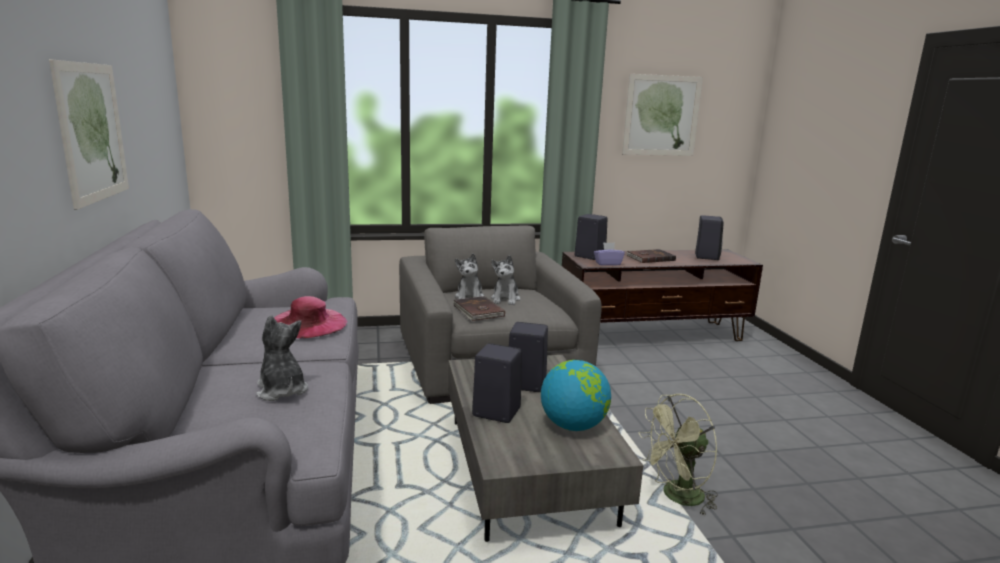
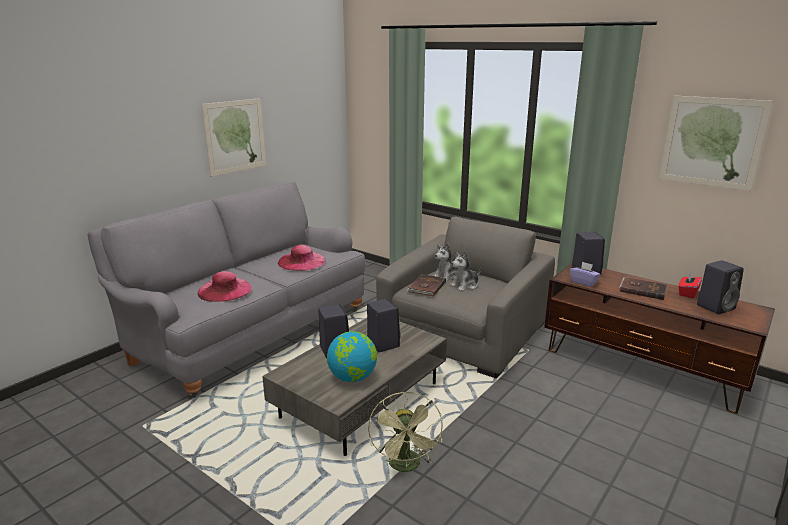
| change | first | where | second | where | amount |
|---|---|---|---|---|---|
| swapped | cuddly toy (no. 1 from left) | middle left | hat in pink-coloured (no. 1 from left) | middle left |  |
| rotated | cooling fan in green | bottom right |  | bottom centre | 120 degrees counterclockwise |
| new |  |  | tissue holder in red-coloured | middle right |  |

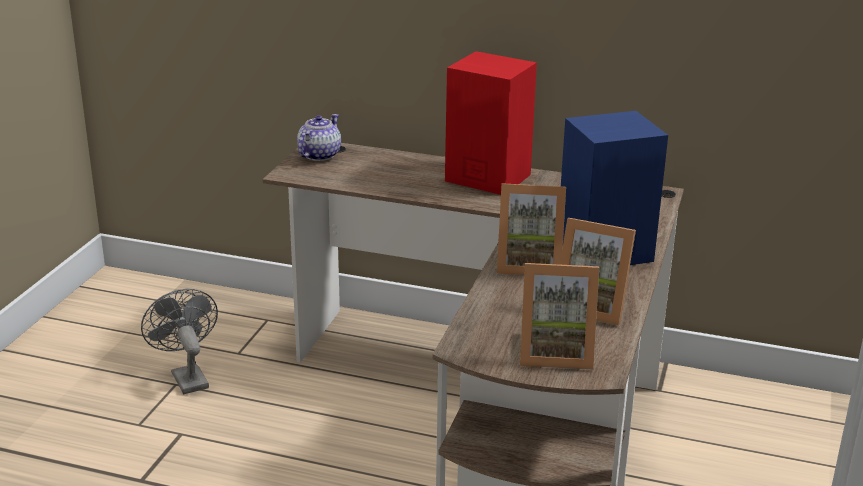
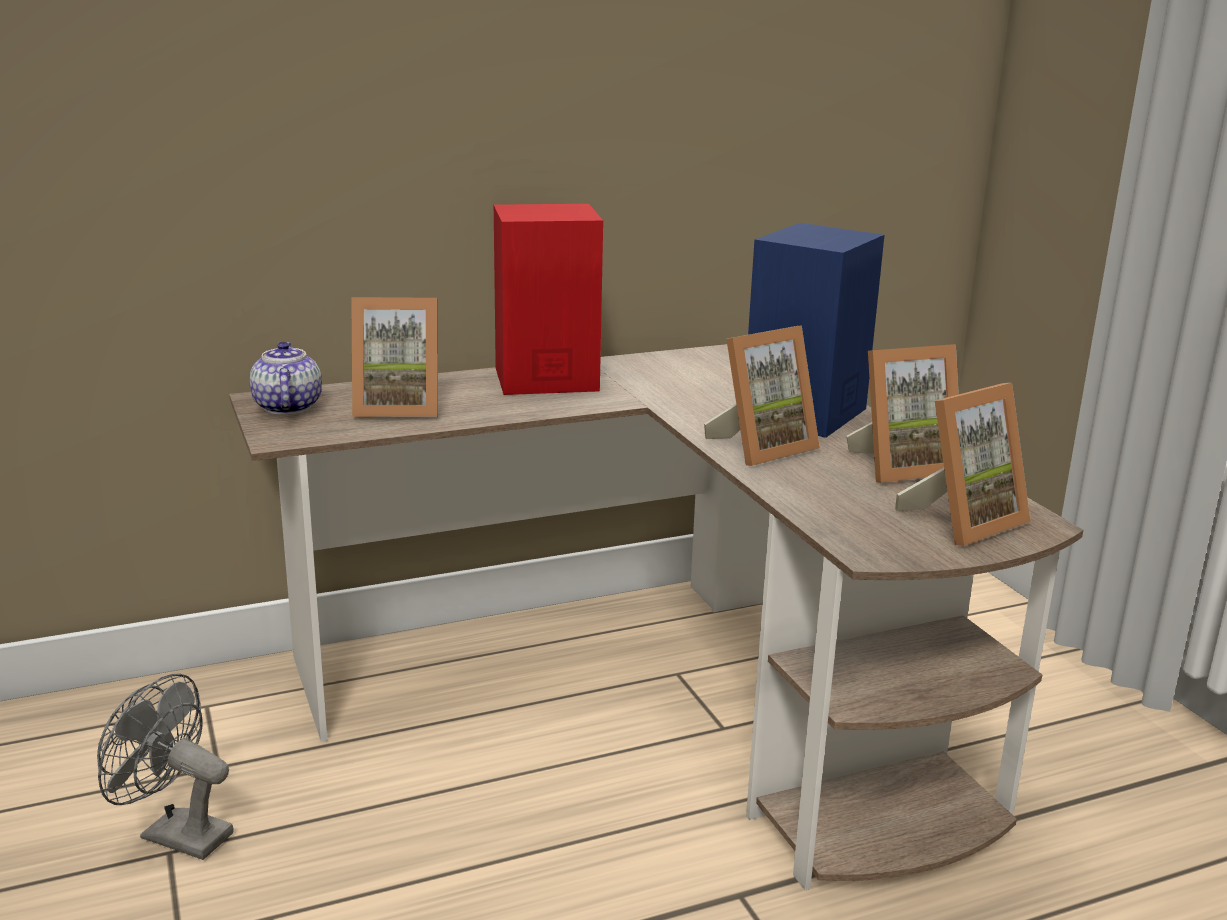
| change | first | where | second | where | amount |
|---|---|---|---|---|---|
| new |  |  | picture frame (no. 1 from left) | middle left |  |

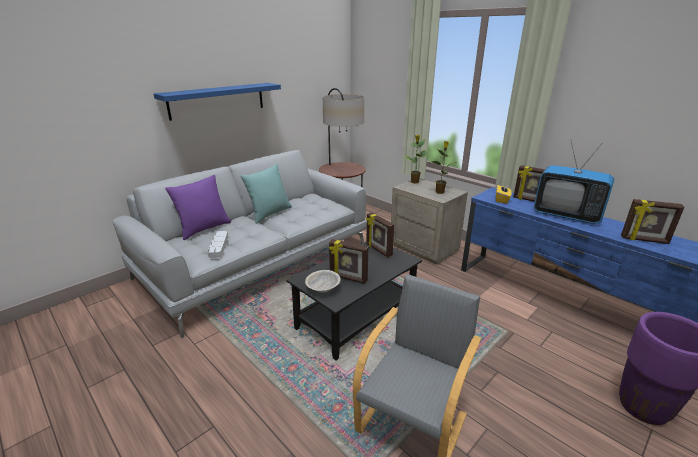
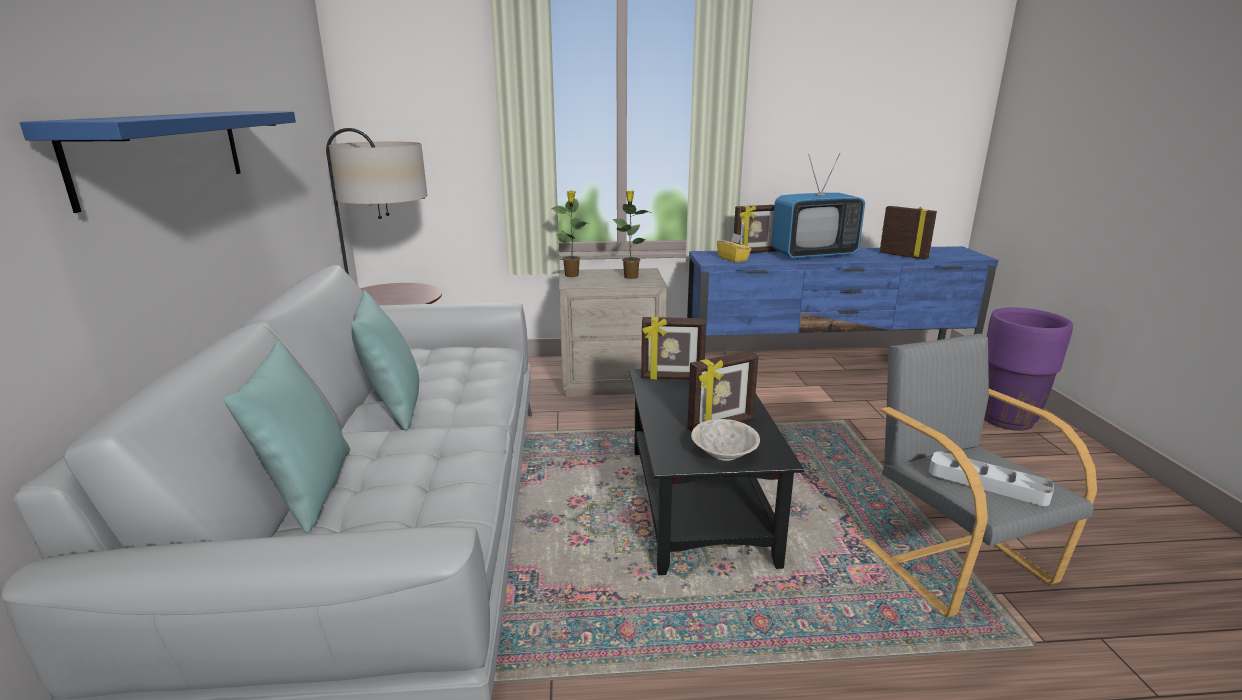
| change | first | where | second | where | amount |
|---|---|---|---|---|---|
| repainted | pillow in purple | middle left | pillow in blue-green (no. 1 from left) | middle left |  |
| rotated | picture frame (no. 4 from left) | middle right |  | top right | 105 degrees counterclockwise |
| shifted | carrying tray in grey | middle left |  | bottom right |  |

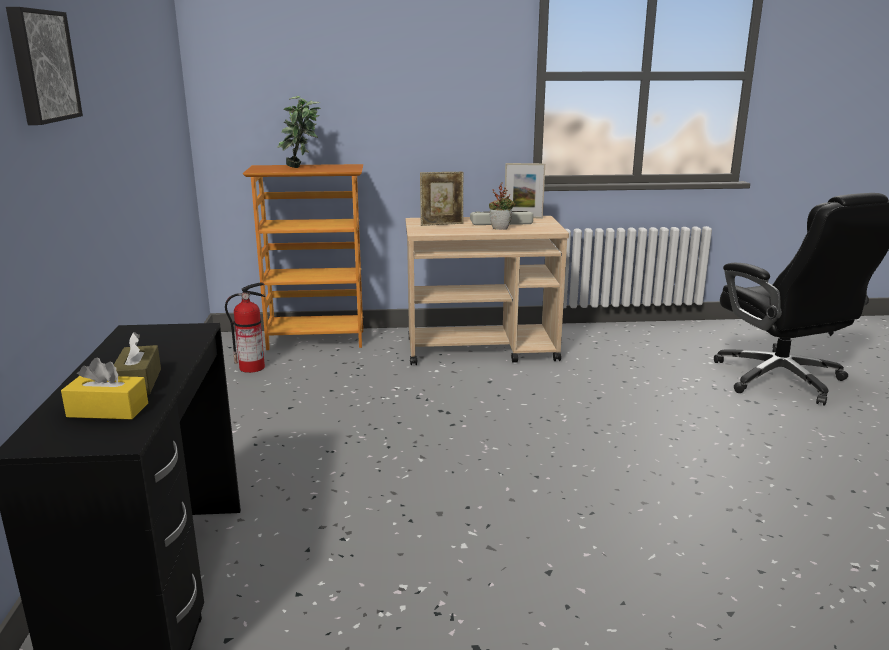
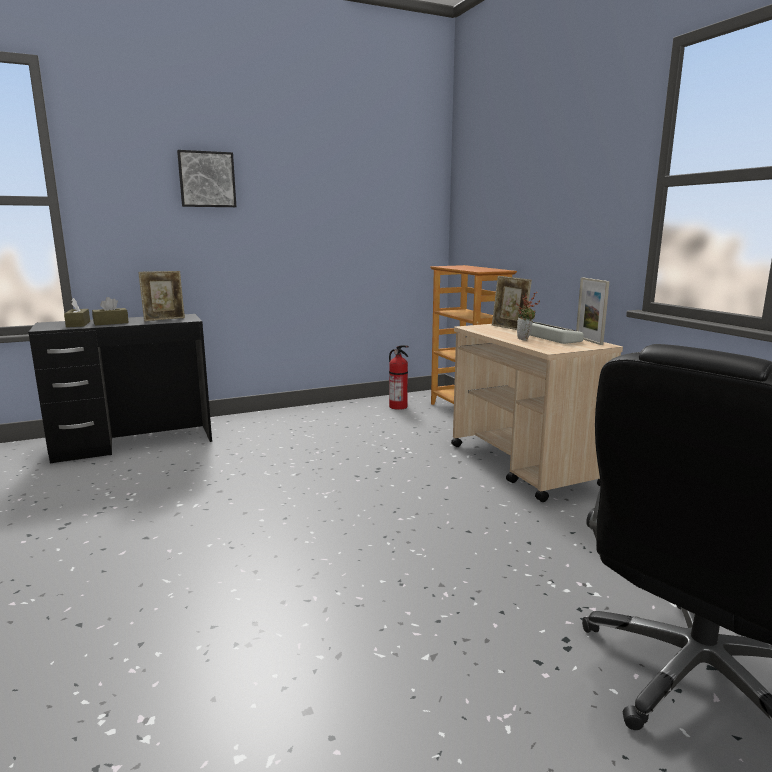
| change | first | where | second | where | amount |
|---|---|---|---|---|---|
| repainted | tissue holder in yellowish | middle left | tissue holder in brown (no. 1 from left) | middle left |  |
| new |  |  | picture frame (no. 1 from left) | middle left |  |
| gone | houseplant (no. 1 from left) | top centre |  |  |  |

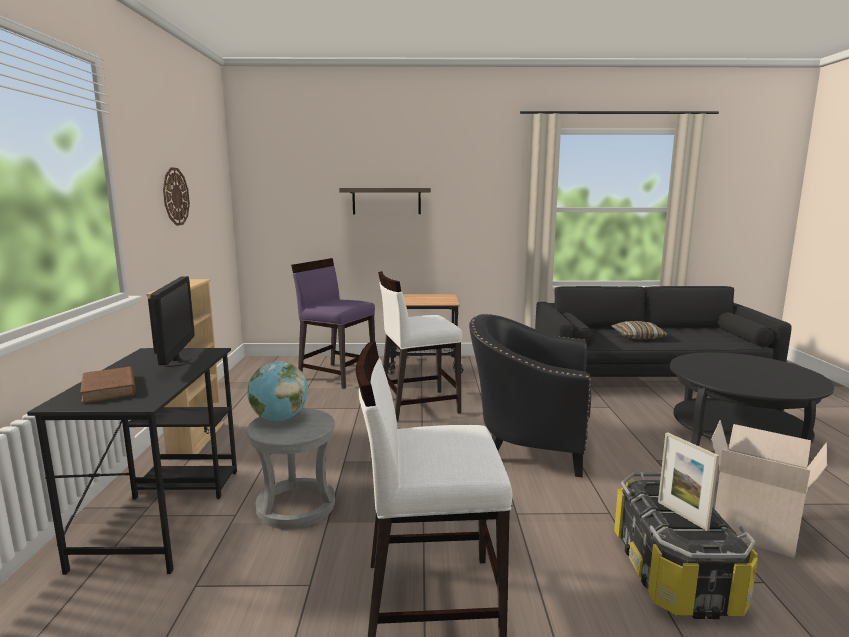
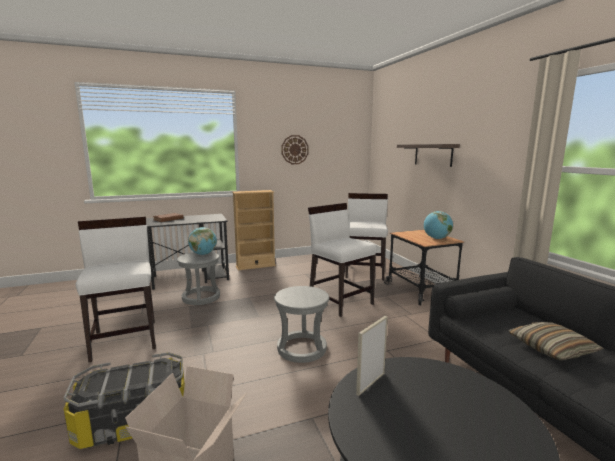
| change | first | where | second | where | amount |
|---|---|---|---|---|---|
| swapped | easy chair in black-coloured | centre | stool seat in grey (no. 2 from left) | bottom centre |  |
| repainted | chair in purple | centre | chair in white (no. 3 from left) | centre |  |
| shifted | picture frame | bottom right |  | bottom centre |  |
| new |  |  | desk globe (no. 2 from left) | middle right |  |
| gone | monitor | middle left |  |  |  |

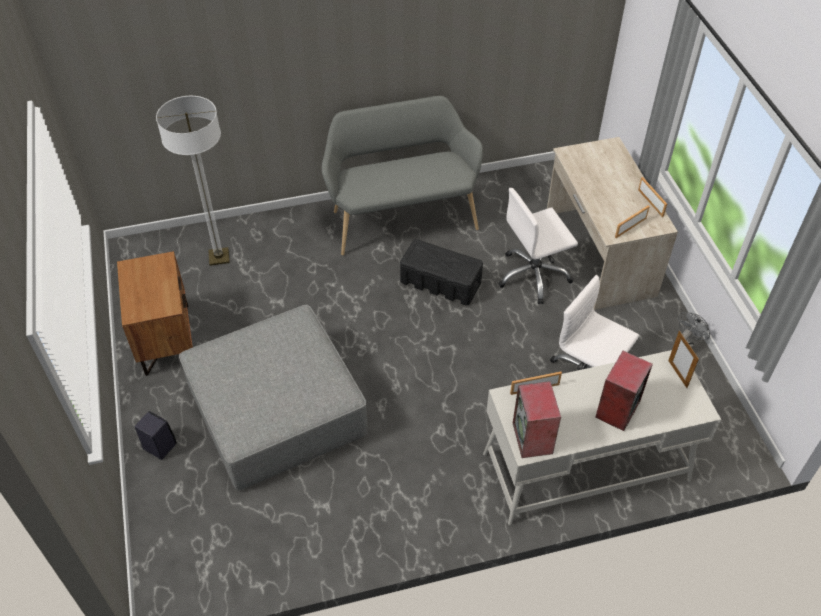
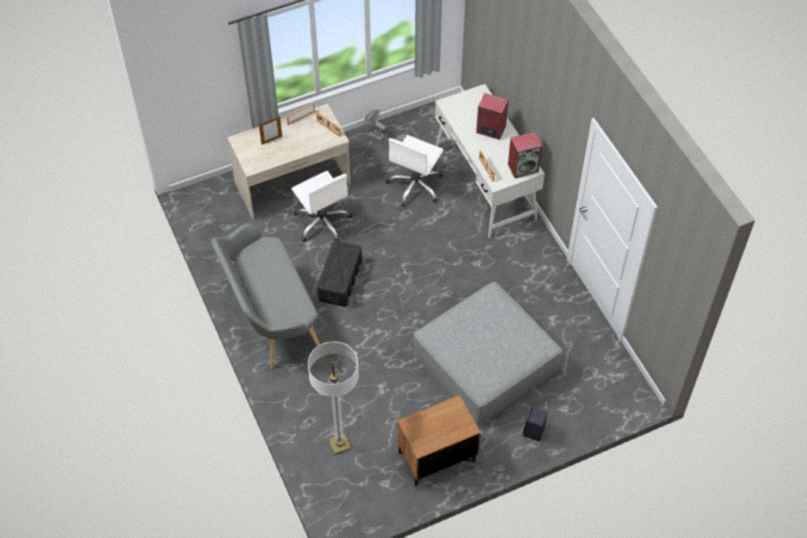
| change | first | where | second | where | amount |
|---|---|---|---|---|---|
| shifted | picture frame (no. 4 from left in the first image) | middle right | picture frame (no. 1 from left) | top centre |  |

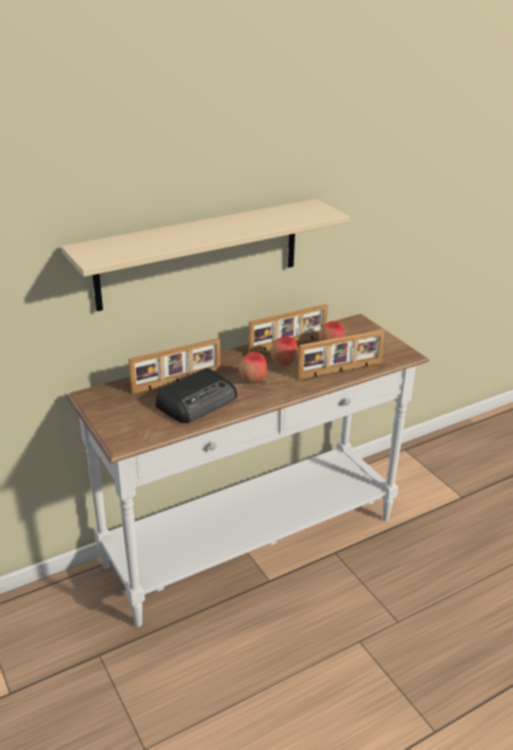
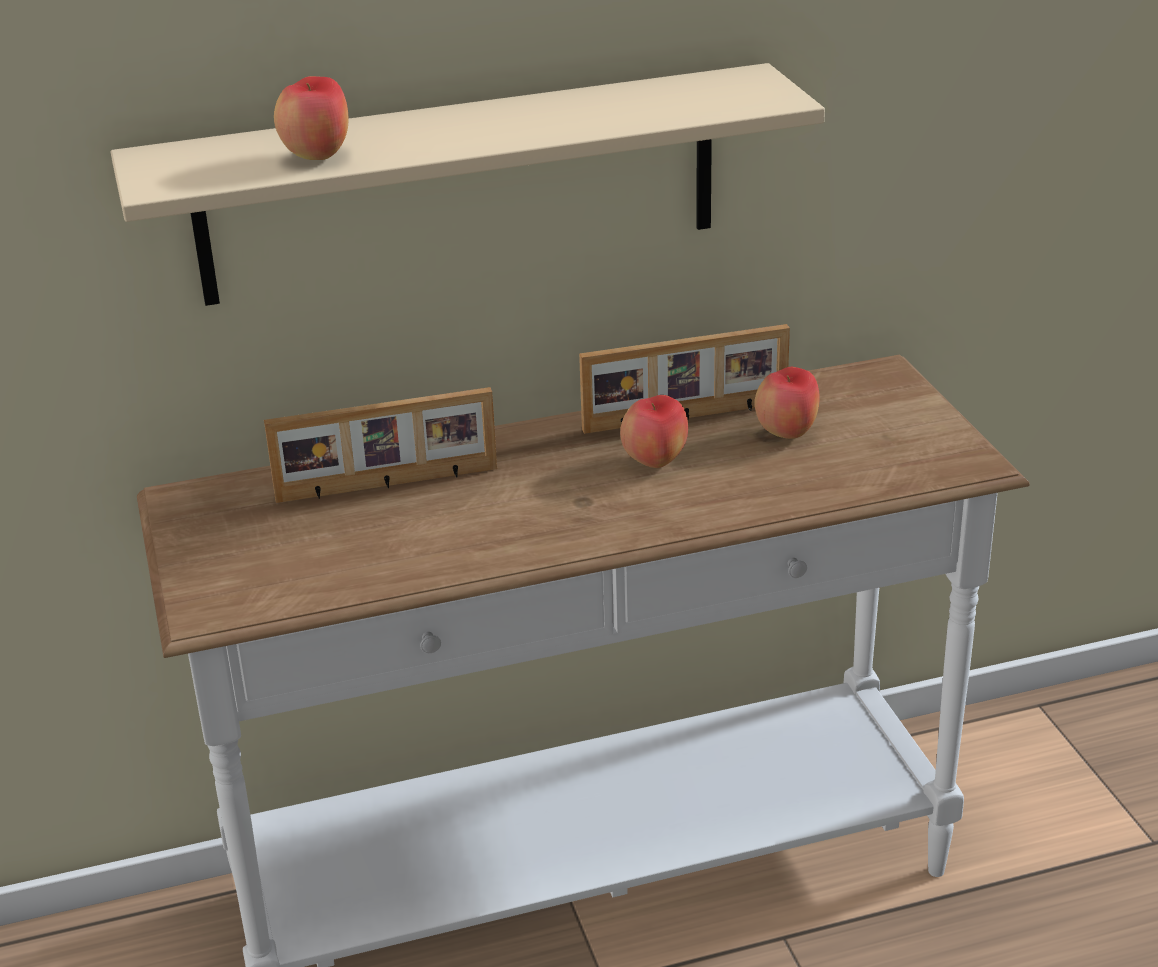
| change | first | where | second | where | amount |
|---|---|---|---|---|---|
| shifted | whole apple (no. 1 from left) | centre |  | top left |  |
| gone | radio set | centre |  |  |  |
| gone | picture frame (no. 3 from left) | centre |  |  |  |

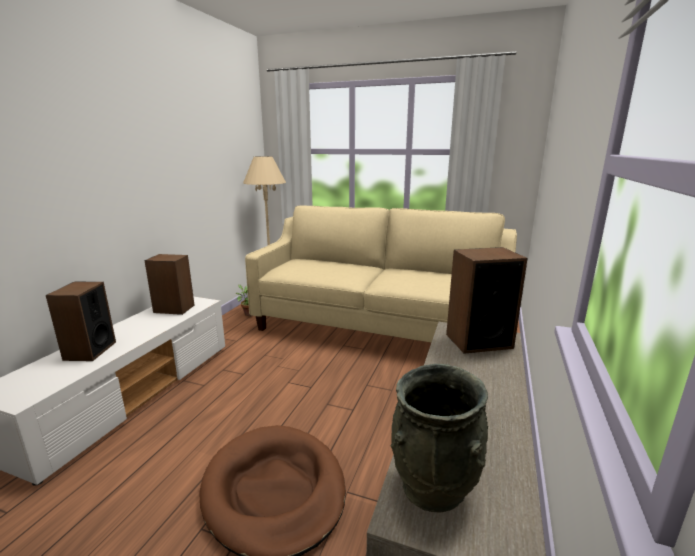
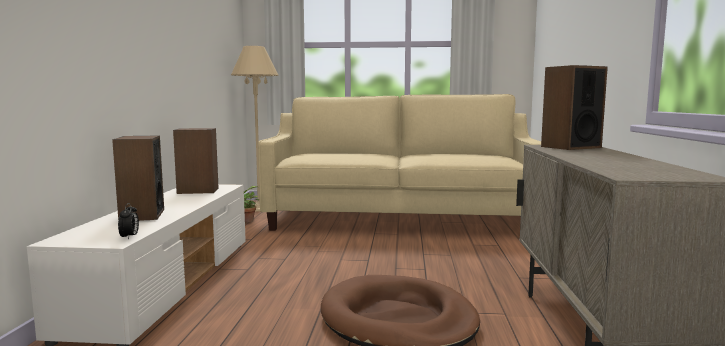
| change | first | where | second | where | amount |
|---|---|---|---|---|---|
| new |  |  | table clock | middle left |  |
| gone | flower vase in grey | bottom centre |  |  |  |

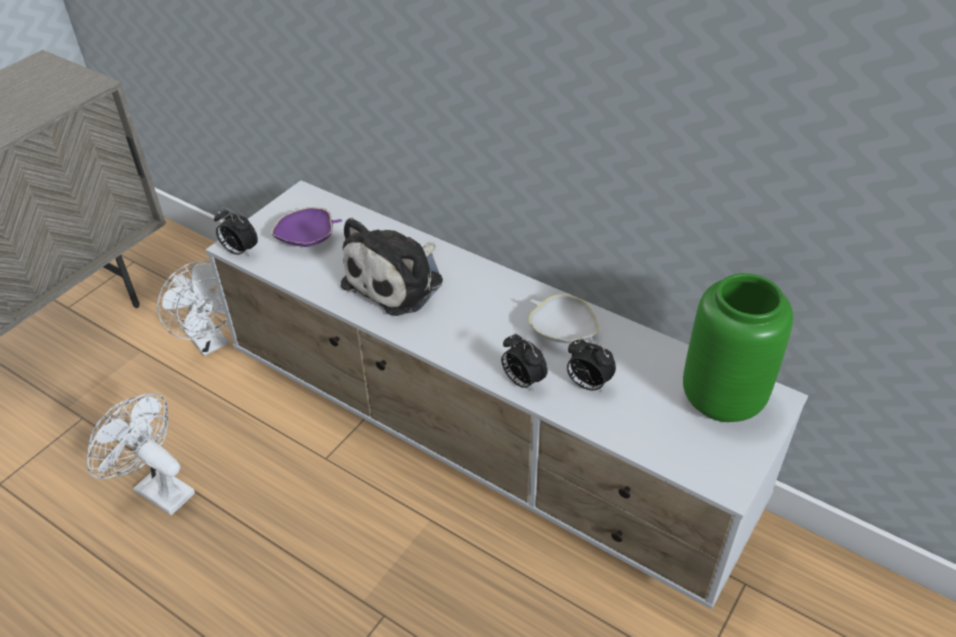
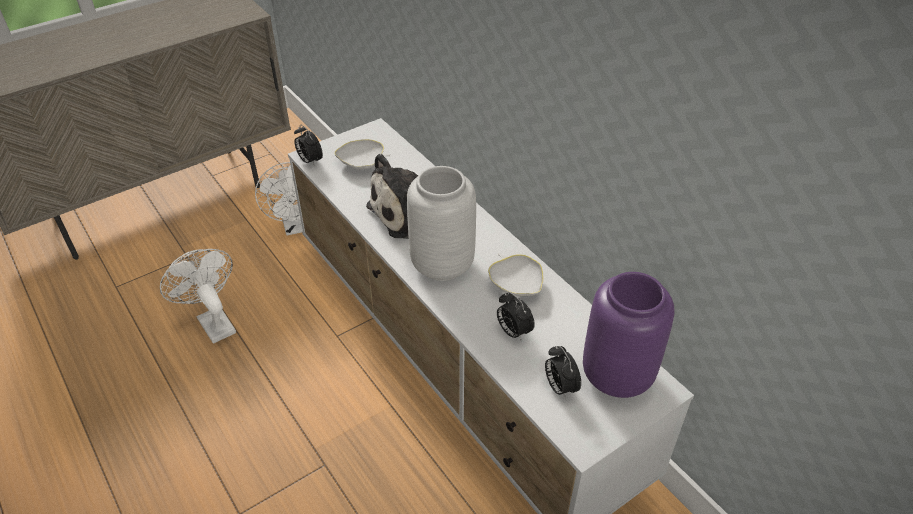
| change | first | where | second | where | amount |
|---|---|---|---|---|---|
| repainted | deep dish in purple | middle left | deep dish in white (no. 1 from left) | top centre |  |
| new |  |  | flower vase in grey | centre |  |
| shifted | table clock (no. 2 from left in the first image) | centre | table clock (no. 3 from left) | bottom centre |  |
| repainted | flower vase in green | middle right | flower vase in purple | middle right |  |

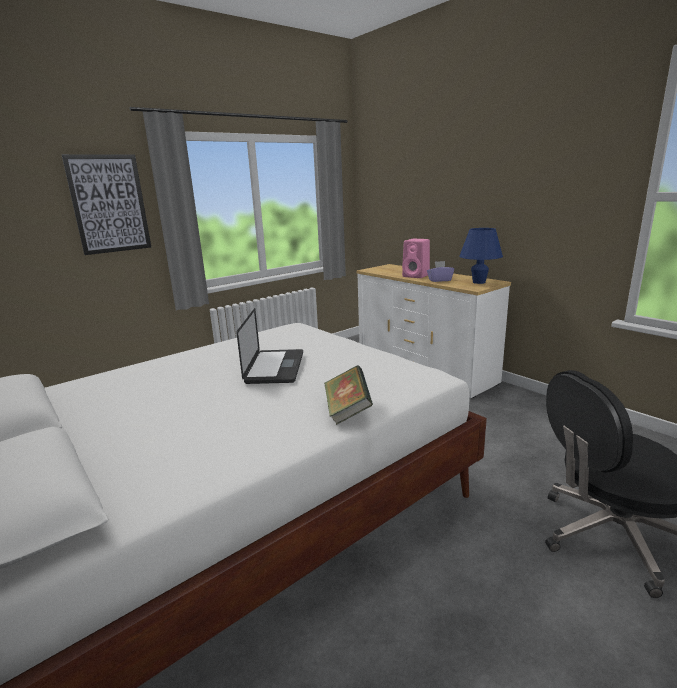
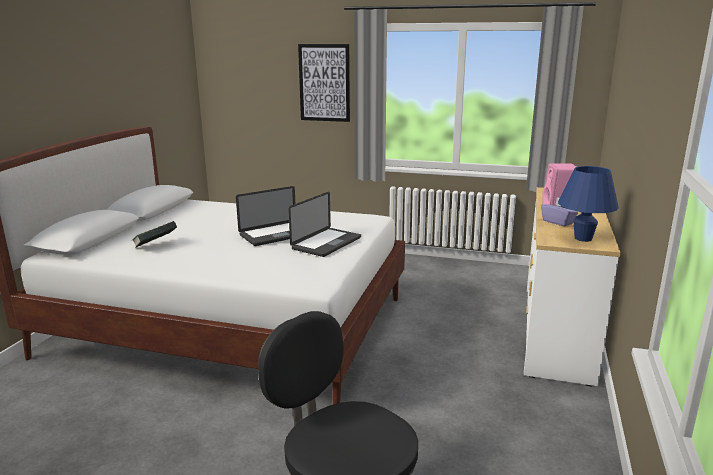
| change | first | where | second | where | amount |
|---|---|---|---|---|---|
| shifted | volume | centre |  | middle left |  |
| new |  |  | portable computer (no. 2 from left) | centre |  |

